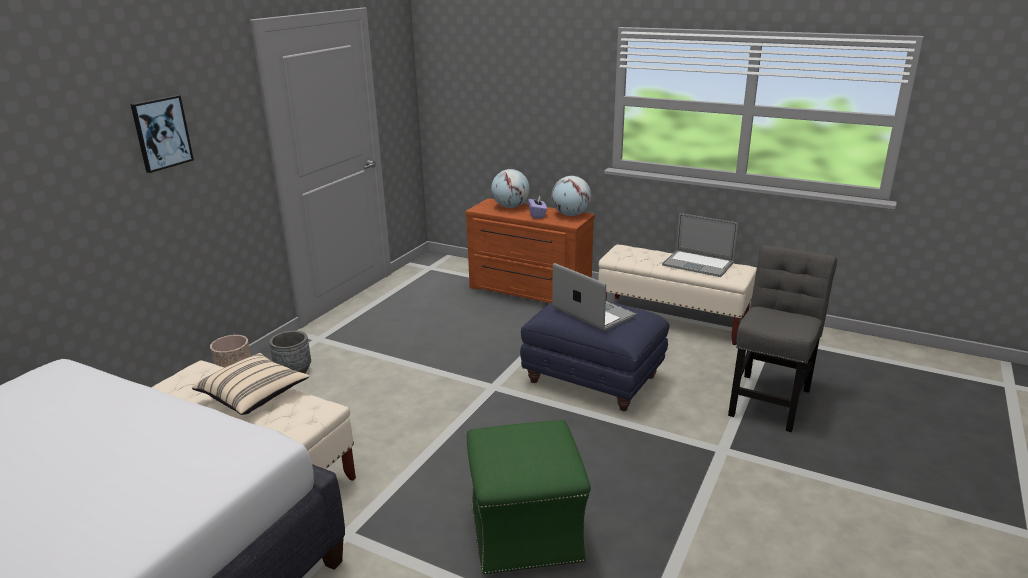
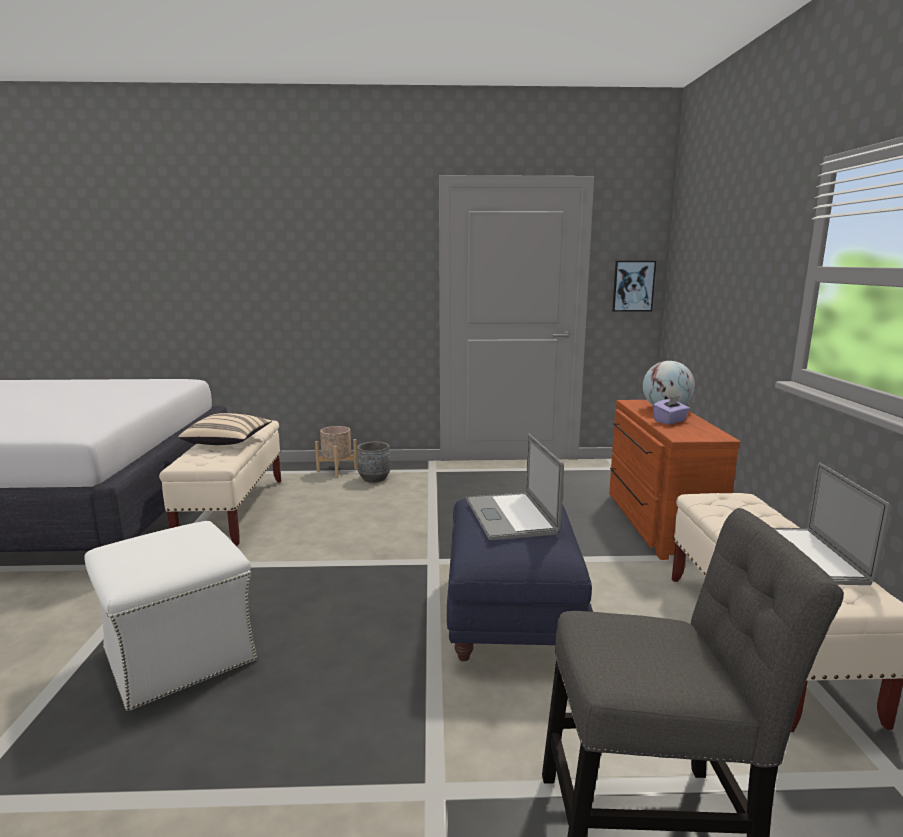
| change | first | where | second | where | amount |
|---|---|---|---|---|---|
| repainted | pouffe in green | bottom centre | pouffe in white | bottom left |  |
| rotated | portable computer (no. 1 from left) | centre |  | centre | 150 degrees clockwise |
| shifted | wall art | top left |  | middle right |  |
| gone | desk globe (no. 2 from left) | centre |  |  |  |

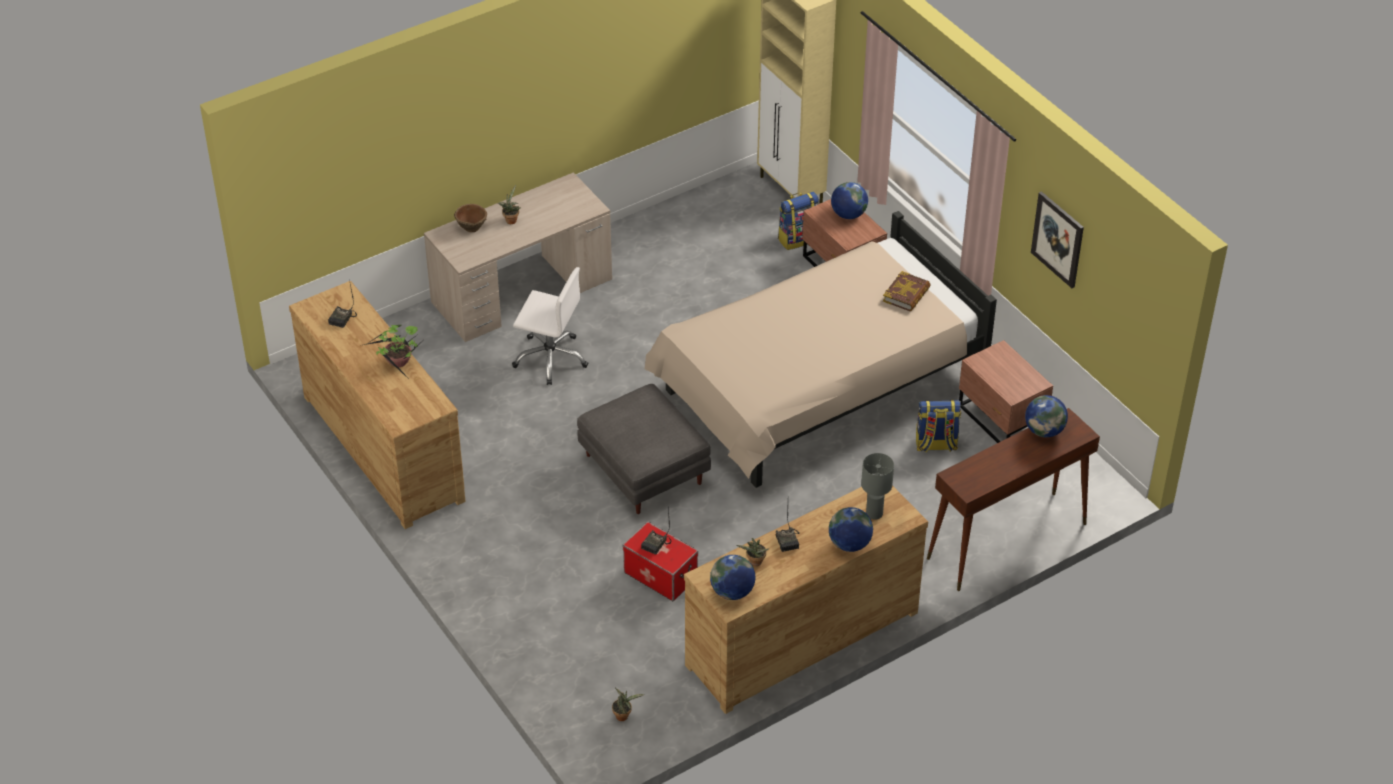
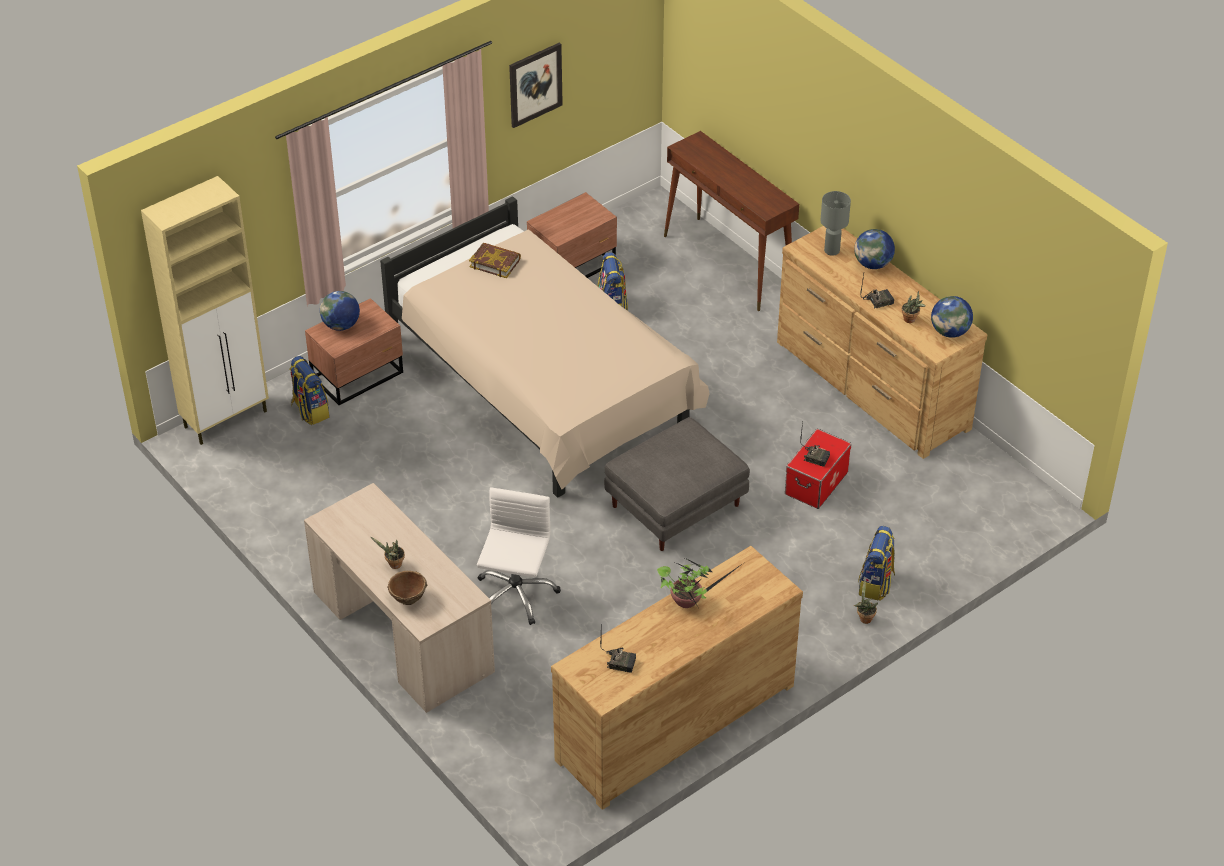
| change | first | where | second | where | amount |
|---|---|---|---|---|---|
| shifted | houseplant (no. 3 from left) | bottom centre |  | bottom right |  |
| new |  |  | knapsack (no. 3 from left) | middle right |  |
| gone | desk globe (no. 4 from left) | middle right |  |  |  |

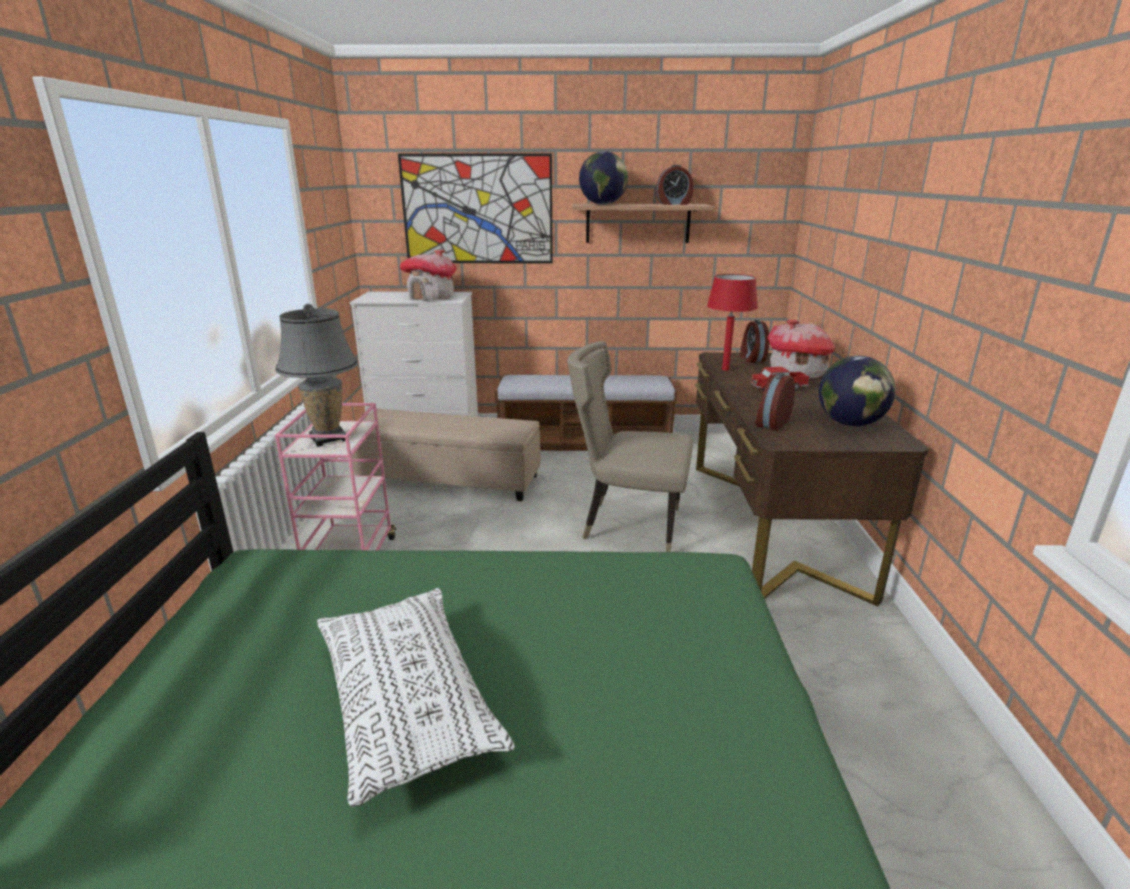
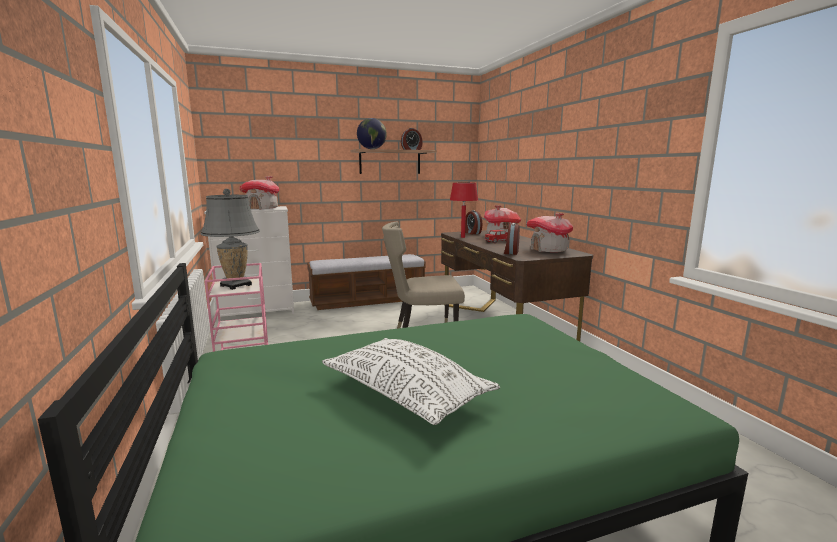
| change | first | where | second | where | amount |
|---|---|---|---|---|---|
| swapped | desk globe (no. 2 from left) | middle right | miniature house (no. 3 from left) | centre |  |
| gone | pouffe in beige-coloured | centre |  |  |  |
| gone | wall art | top centre |  |  |  |

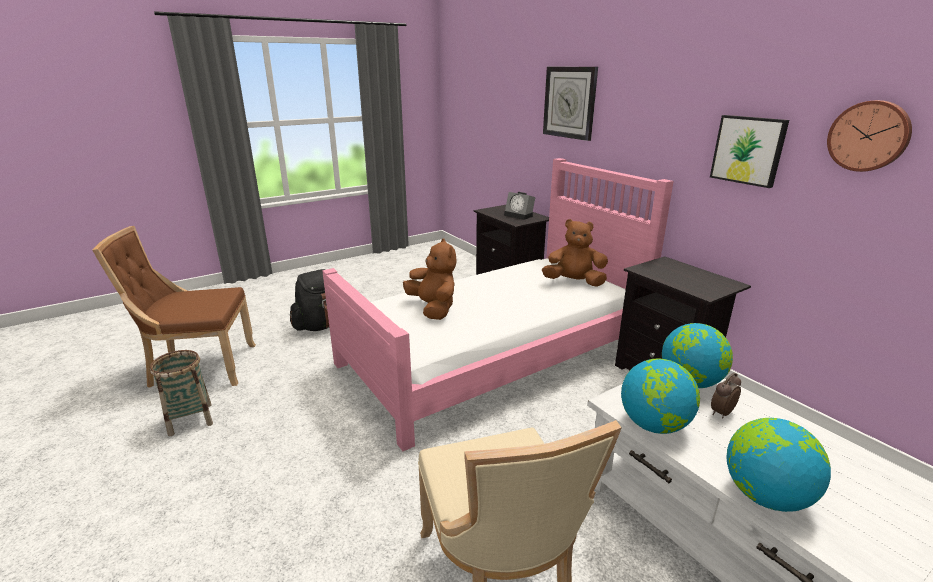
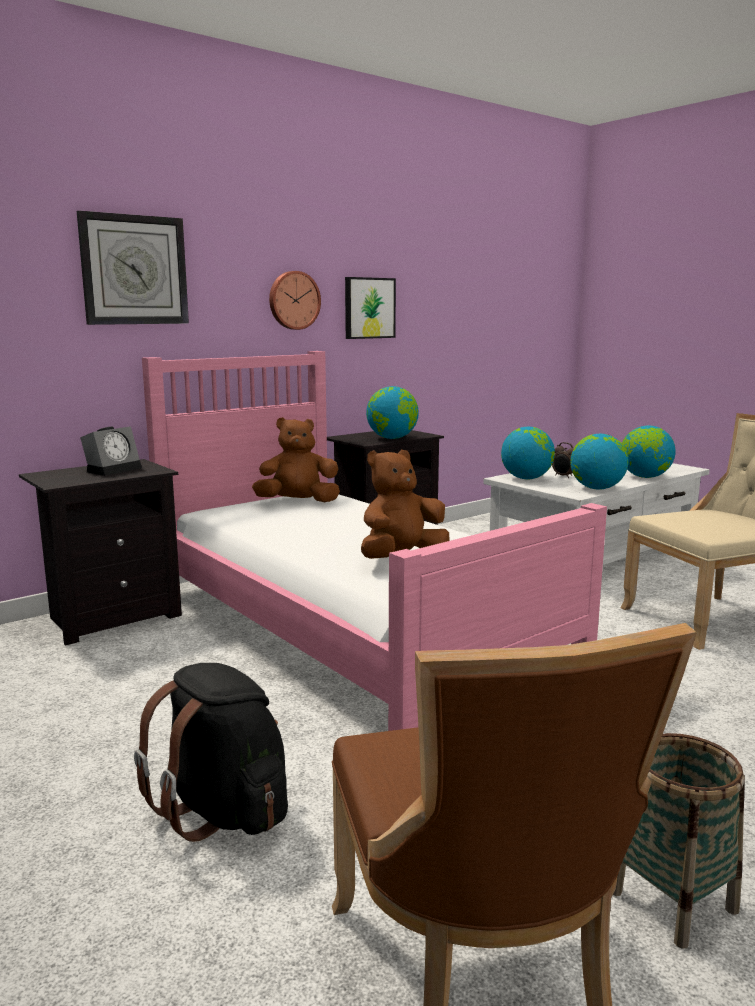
| change | first | where | second | where | amount |
|---|---|---|---|---|---|
| rotated | cuddly toy in brown (no. 2 from left in the first image) | centre | cuddly toy in brown (no. 1 from left) | centre | 75 degrees clockwise |
| shifted | clock on the wall (no. 2 from left) | top right |  | top centre |  |
| new |  |  | desk globe (no. 1 from left) | centre |  |

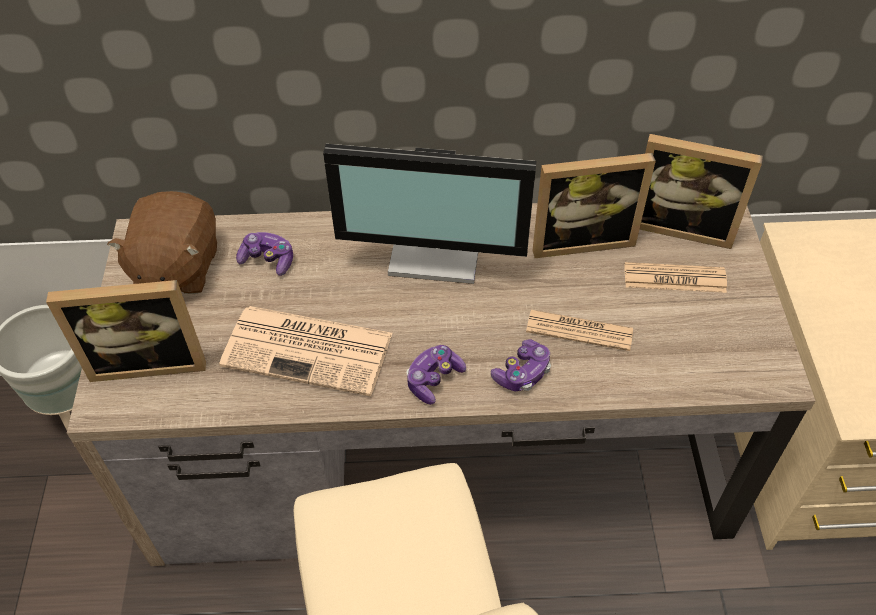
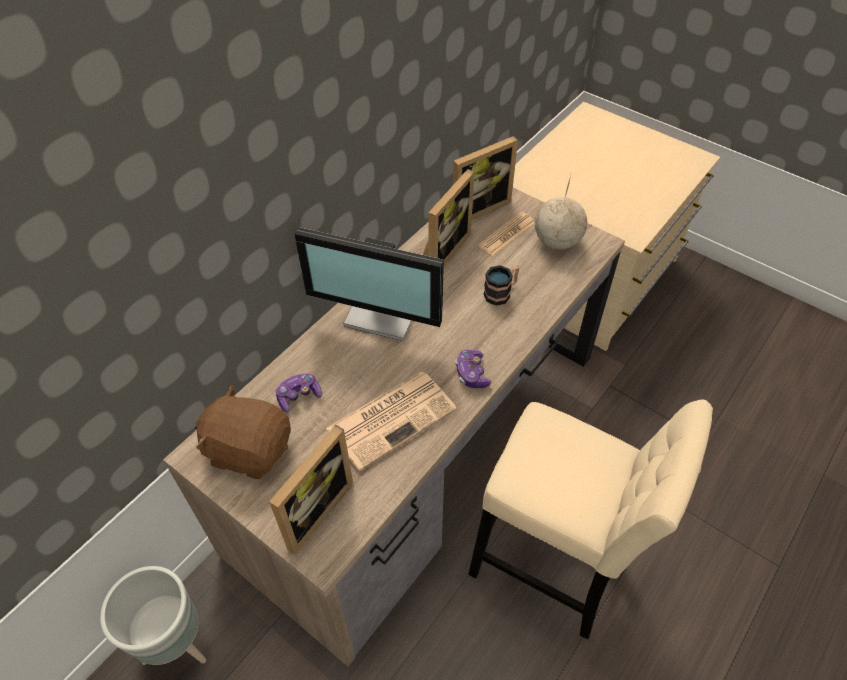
| change | first | where | second | where | amount |
|---|---|---|---|---|---|
| rotated | cuddly toy in brown | middle left |  | middle left | 150 degrees clockwise |
| rotated | monitor | centre |  | centre | 60 degrees clockwise |
| swapped | printed paper (no. 2 from left) | centre | tea mug | centre |  |
| new |  |  | desk globe | top centre |  |
| gone | gamepad (no. 3 from left) | centre |  |  |  |

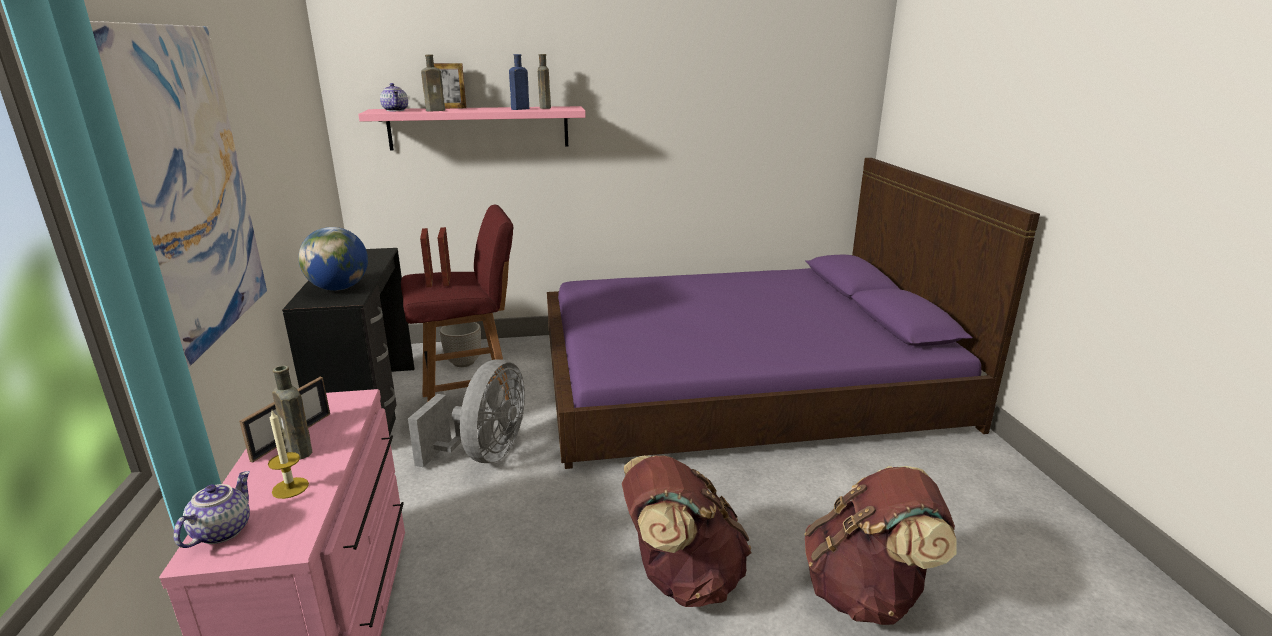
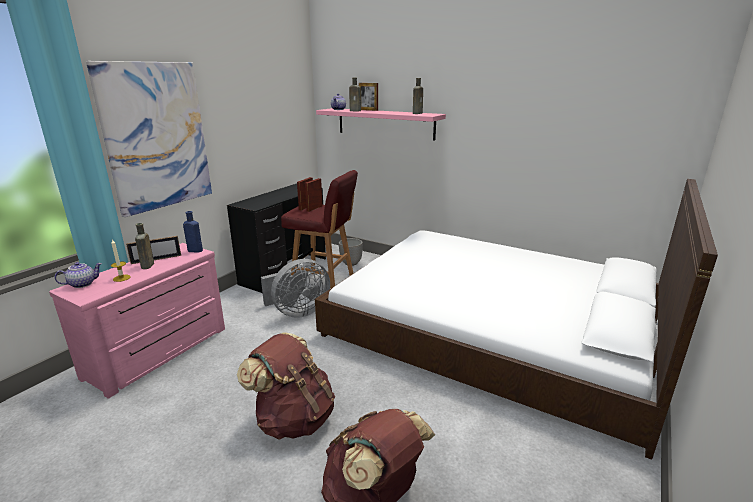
| change | first | where | second | where | amount |
|---|---|---|---|---|---|
| shifted | beverage bottle in blue-coloured | top centre |  | middle left |  |
| repainted | bed in purple | centre | bed in white | middle right |  |
| gone | desk globe | middle left |  |  |  |

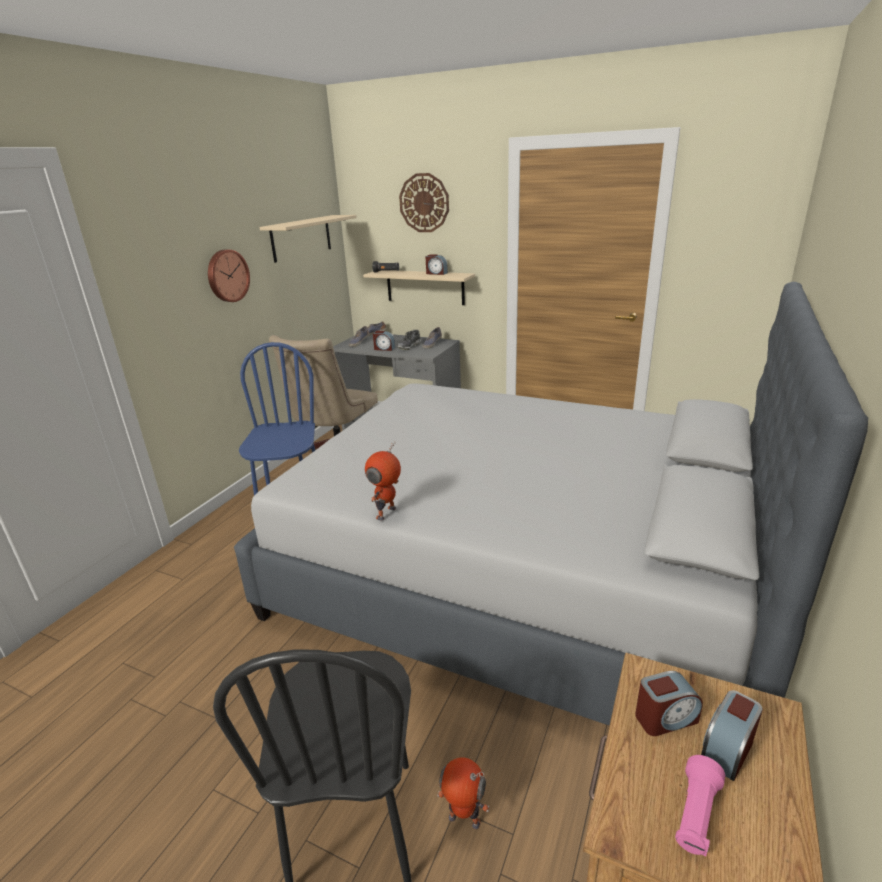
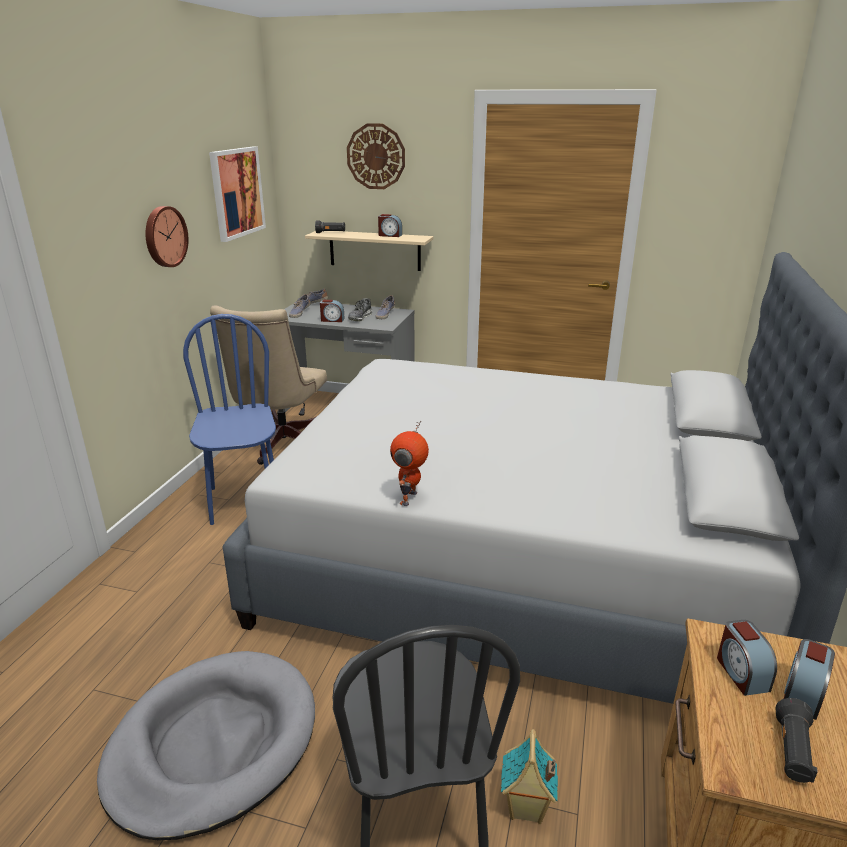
| change | first | where | second | where | amount |
|---|---|---|---|---|---|
| new |  |  | pet bed in grey | bottom left |  |
| swapped | shelf in beige-coloured (no. 1 from left) | top centre | wall art | top left |  |
| swapped | toy robot (no. 2 from left) | bottom centre | miniature house | bottom centre |  |
| rotated | table clock (no. 3 from left) | bottom right |  | bottom right | 105 degrees clockwise |
| repainted | torch in pink-coloured | bottom right | torch in black-coloured (no. 2 from left) | bottom right |  |

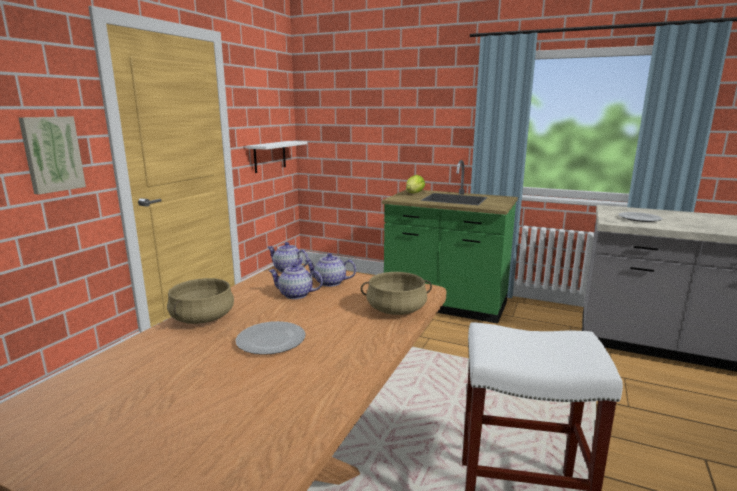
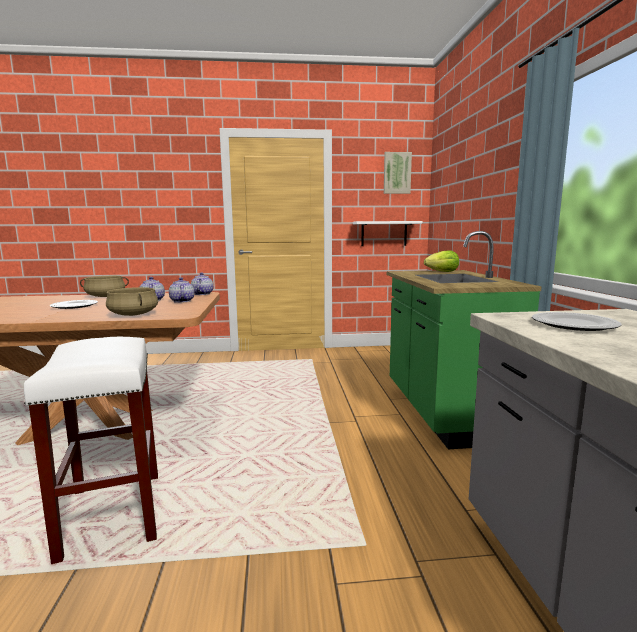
| change | first | where | second | where | amount |
|---|---|---|---|---|---|
| shifted | wall art | top left |  | top centre |  |

